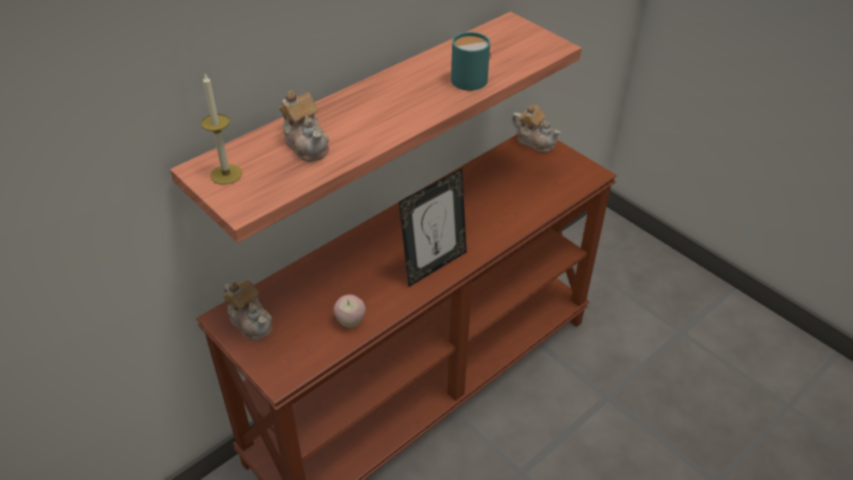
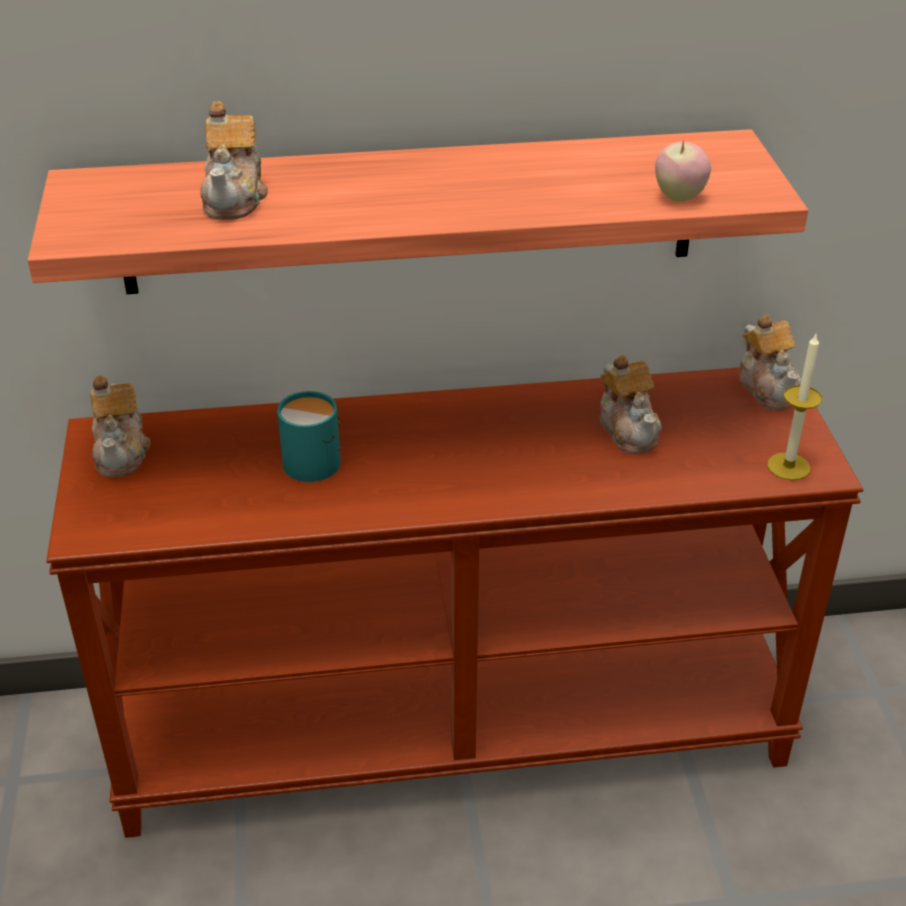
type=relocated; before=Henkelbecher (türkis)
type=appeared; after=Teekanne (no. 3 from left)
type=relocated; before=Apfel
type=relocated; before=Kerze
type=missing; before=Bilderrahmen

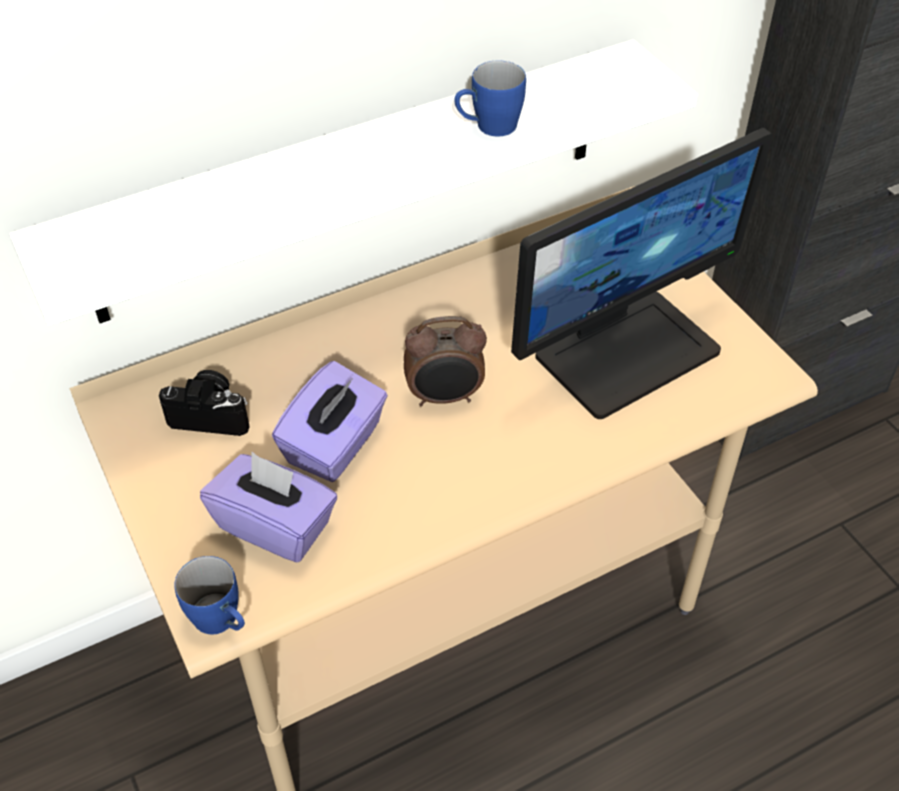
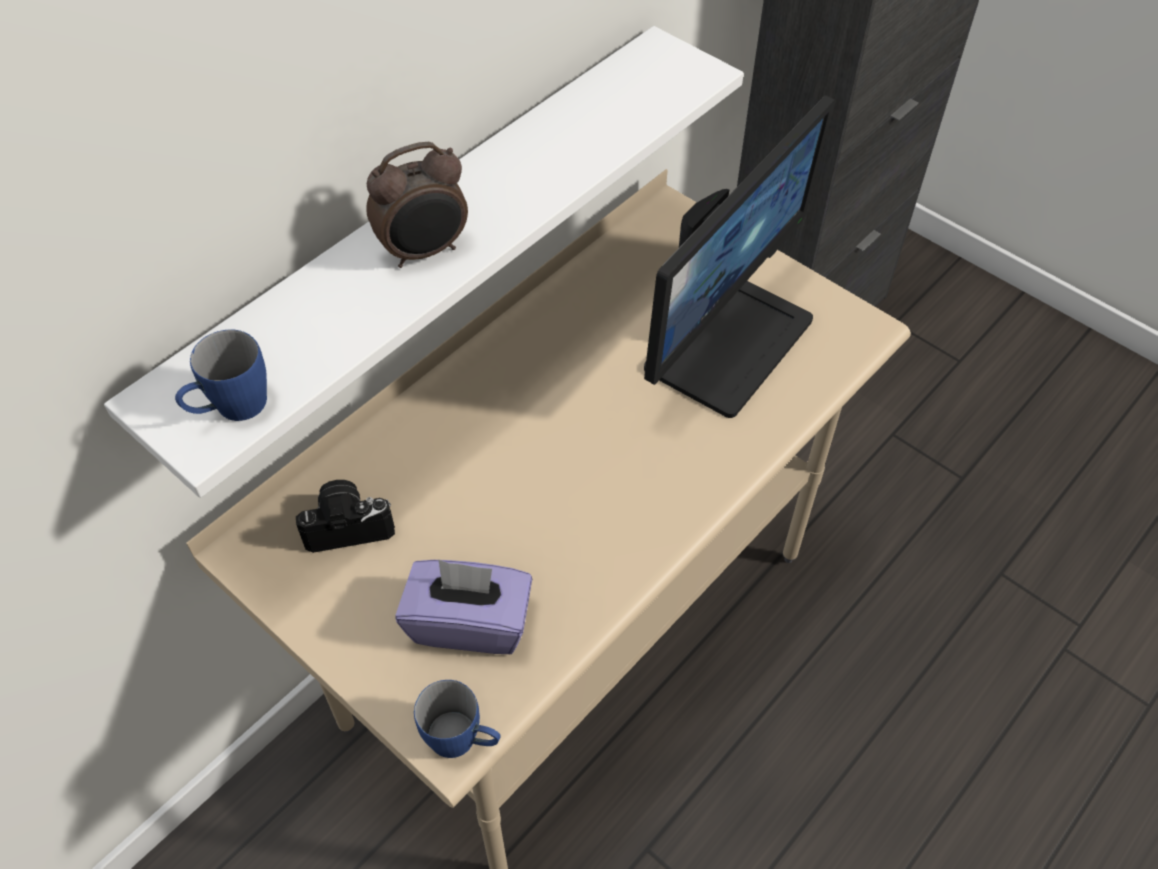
type=relocated; before=Henkelbecher (blau) (no. 2 from left in the first image); after=Henkelbecher (blau) (no. 1 from left)
type=relocated; before=Wecker
type=missing; before=Taschentuchbox (lila) (no. 2 from left)

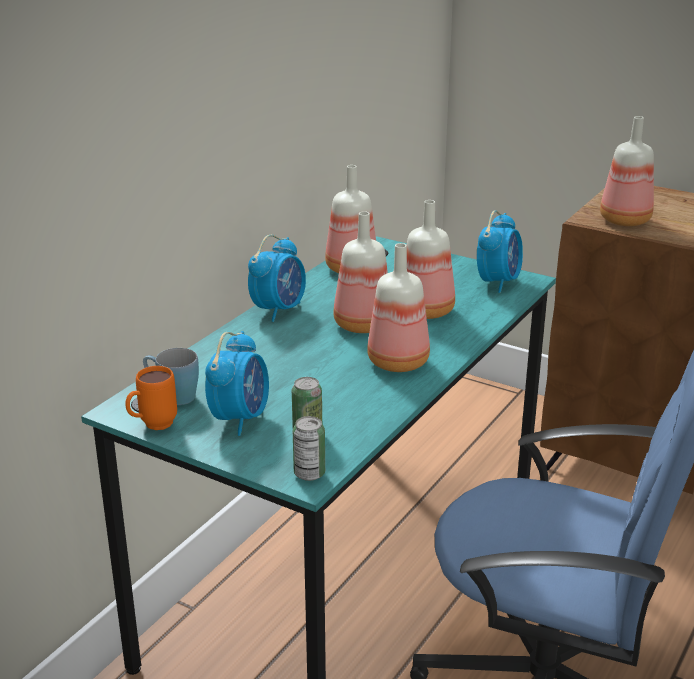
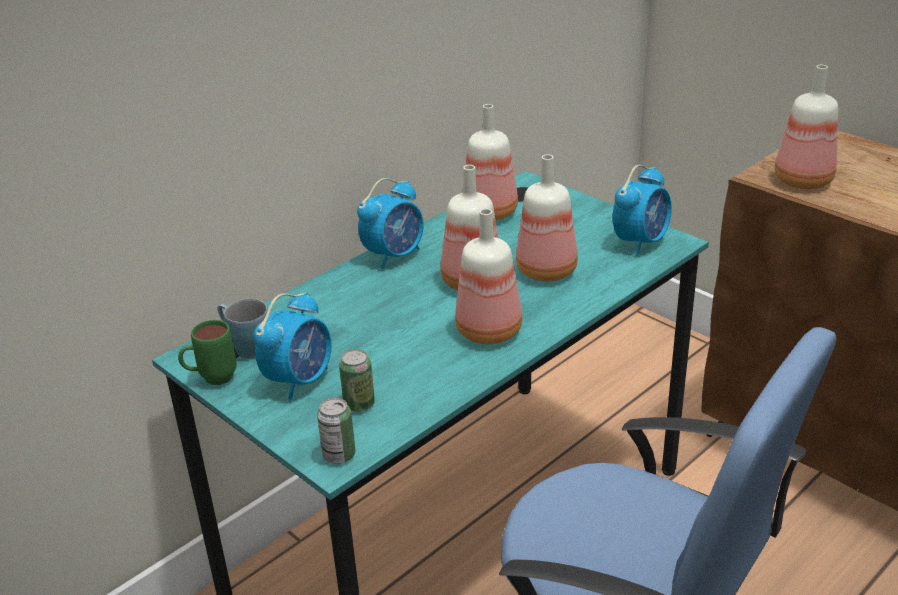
type=colour; before=Henkelbecher (orange); after=Henkelbecher (grün)

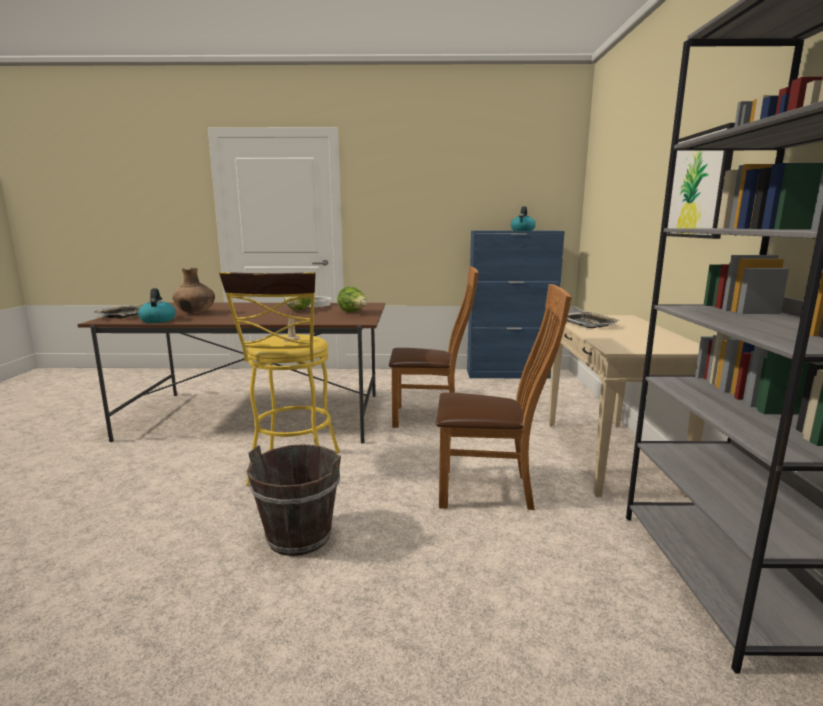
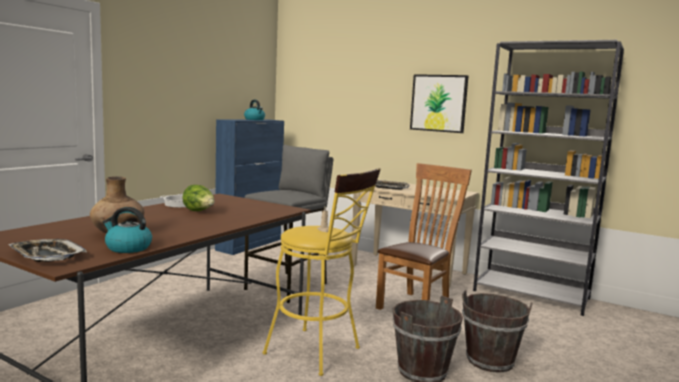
type=exchanged; before=Stuhl (braun) (no. 1 from left); after=Hocker (grau)
type=appeared; after=Eimer (braun) (no. 2 from left)
type=missing; before=Salatkopf (no. 2 from left)

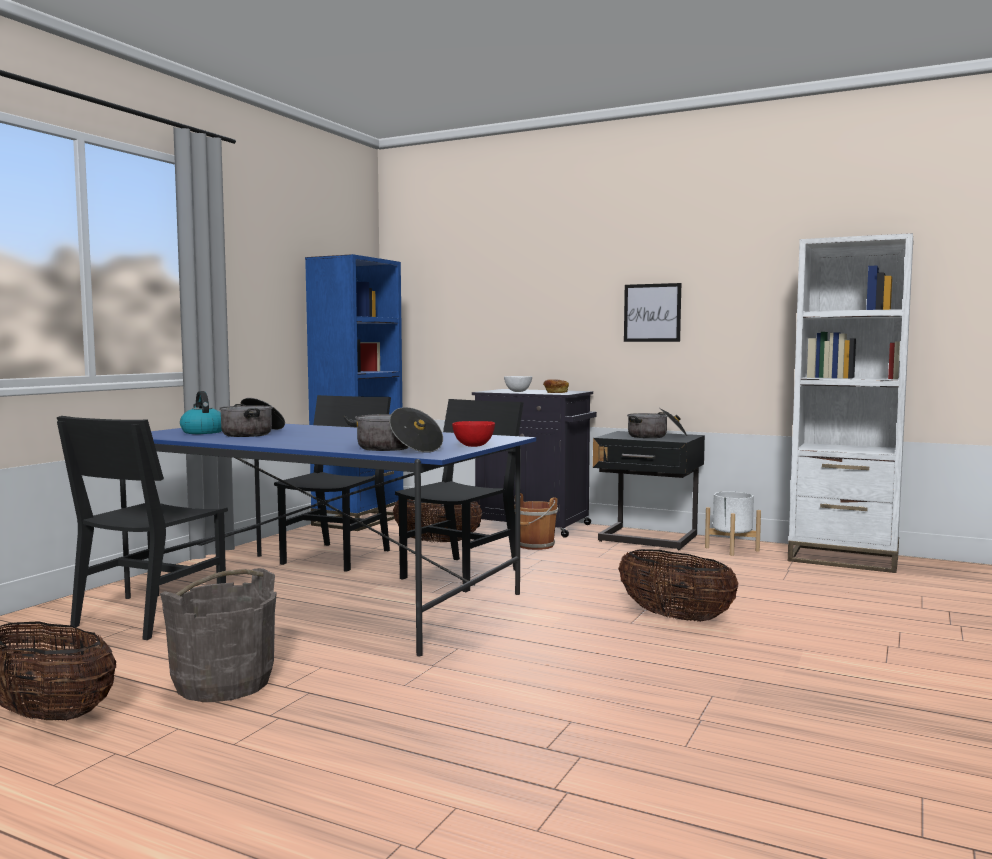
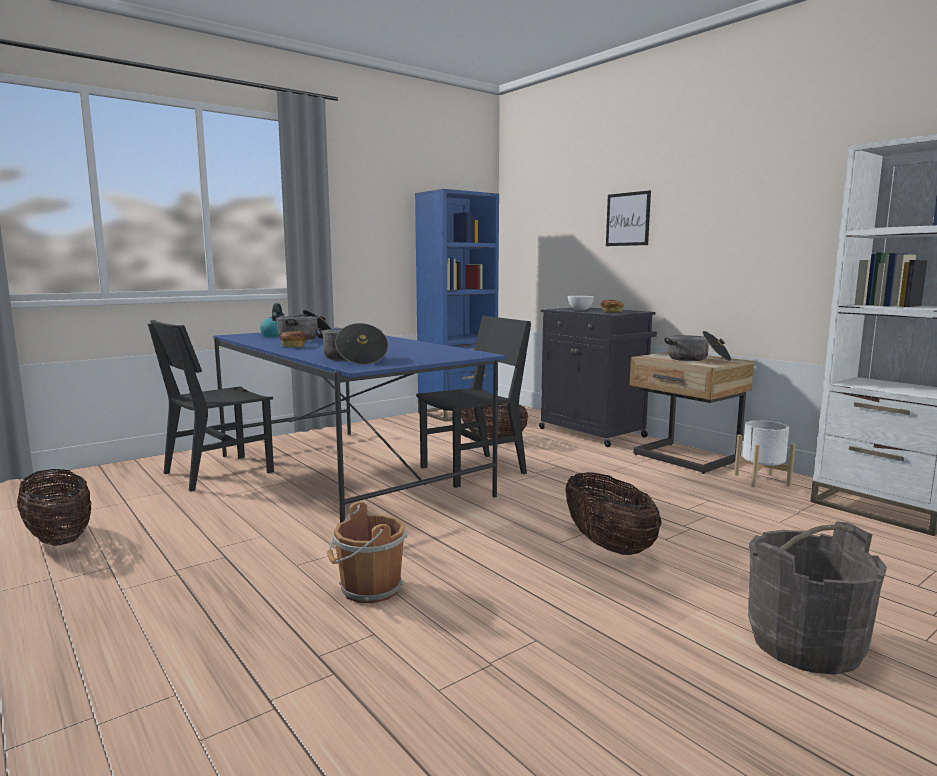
type=appeared; after=Brot (no. 1 from left)
type=relocated; before=Eimer (braun)
type=relocated; before=Bild
type=colour; before=Nachttisch (schwarz); after=Nachttisch (beige)
type=relocated; before=Eimer (grau)
type=missing; before=Stuhl (schwarz) (no. 2 from left)
type=missing; before=Schüssel (rot)

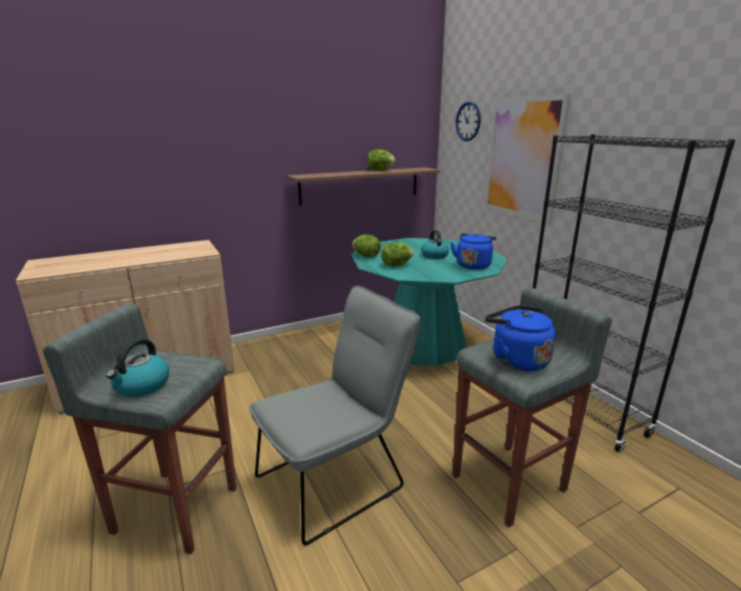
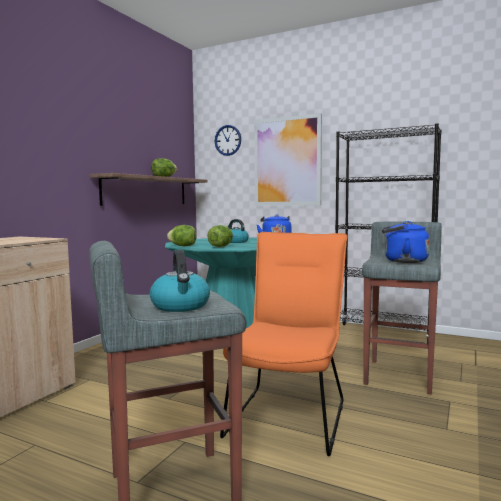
type=colour; before=Stuhl (grau); after=Stuhl (orange)

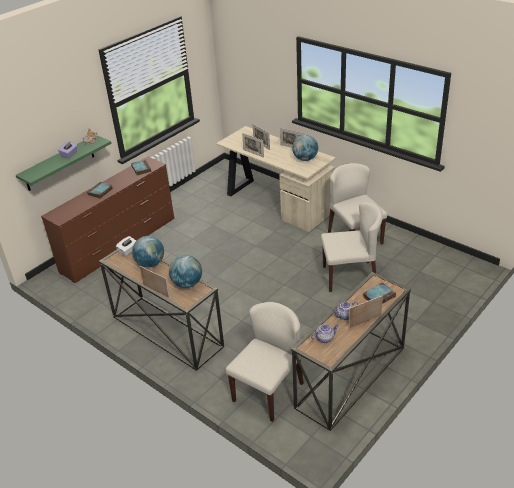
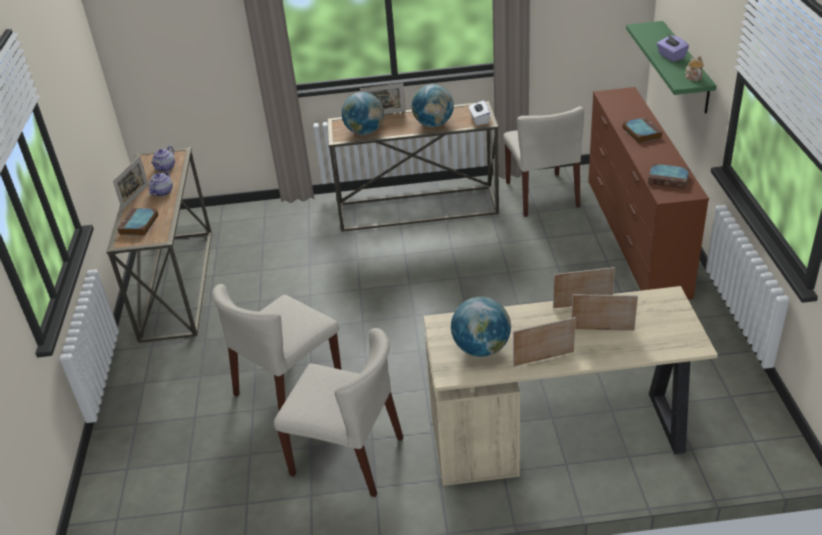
type=relocated; before=Stuhl (beige) (no. 1 from left in the first image); after=Stuhl (beige) (no. 3 from left)

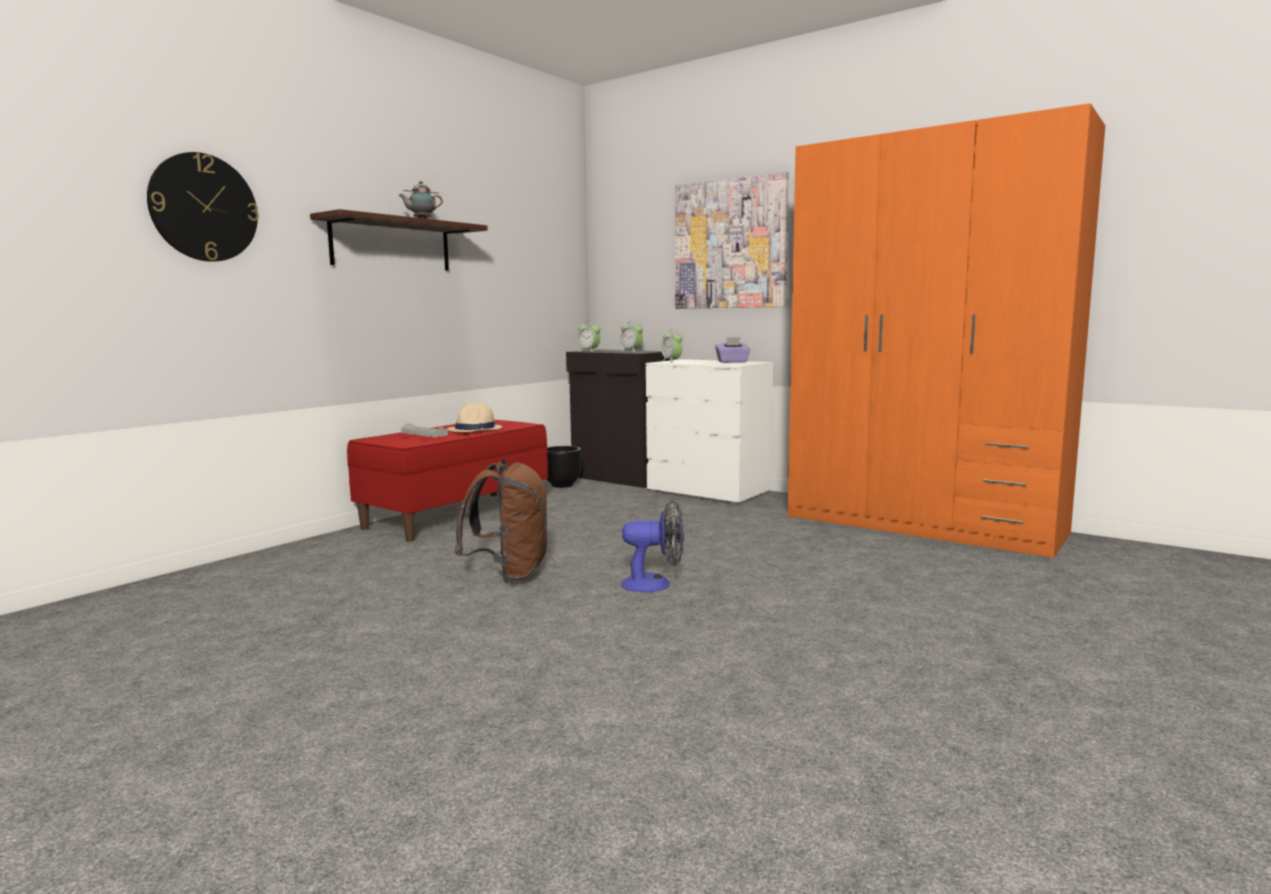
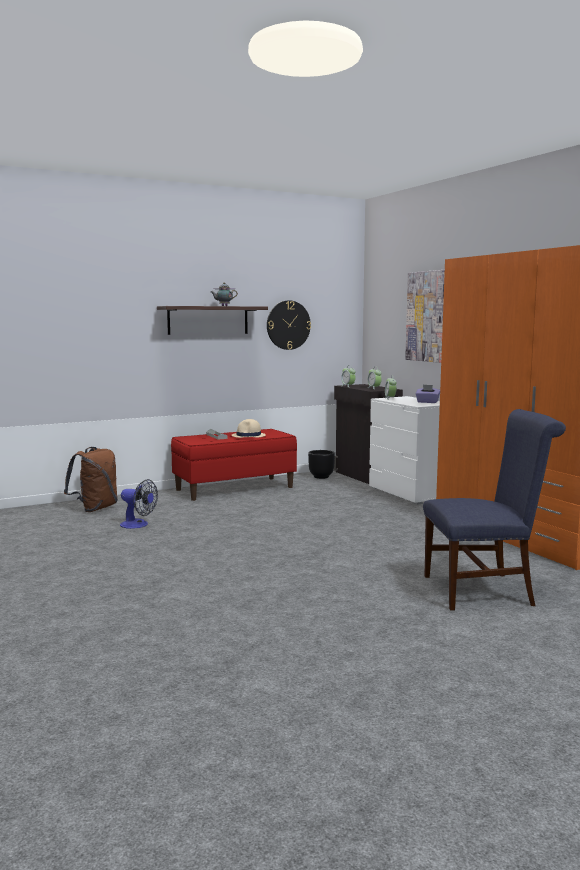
type=relocated; before=Rucksack (braun)
type=relocated; before=Ventilator
type=relocated; before=Wanduhr
type=appeared; after=Stuhl (blau)

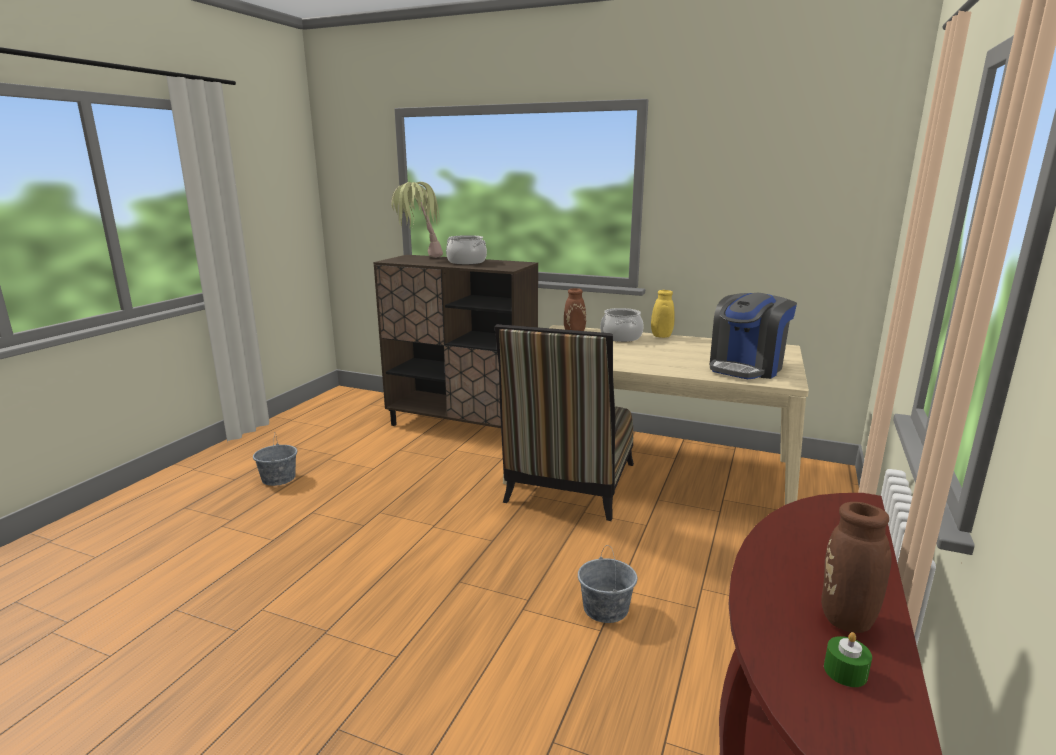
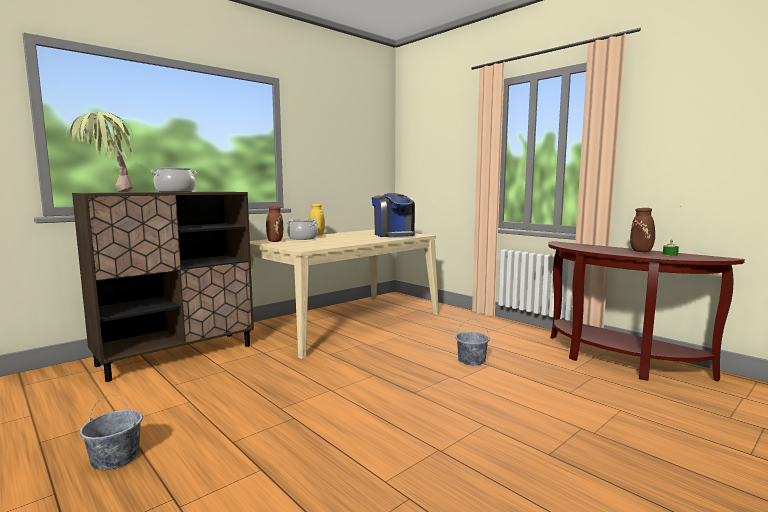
type=missing; before=Stuhl

